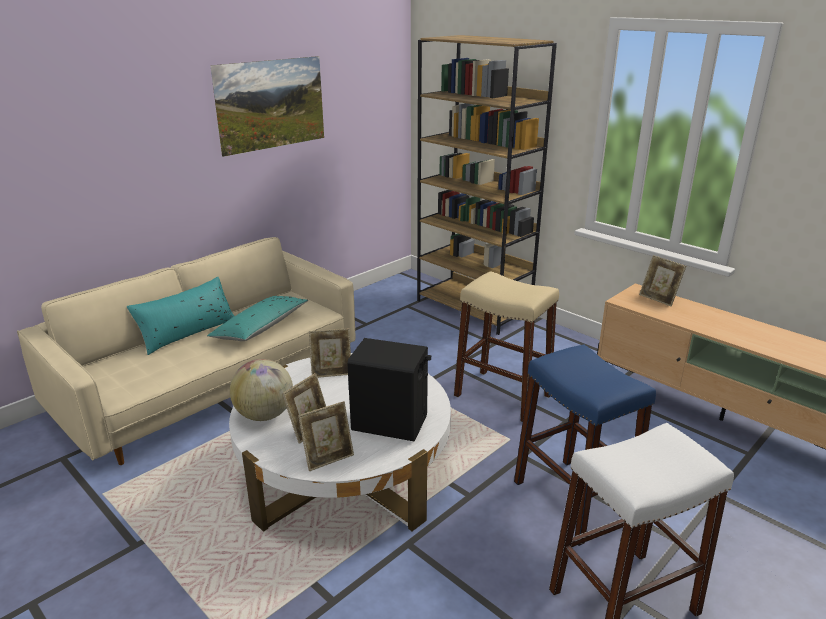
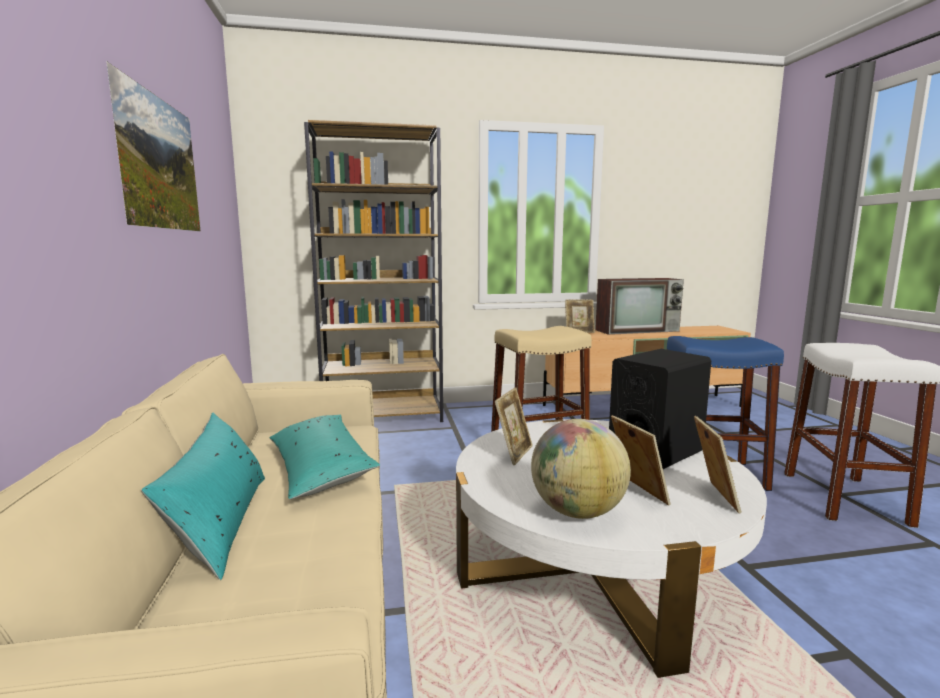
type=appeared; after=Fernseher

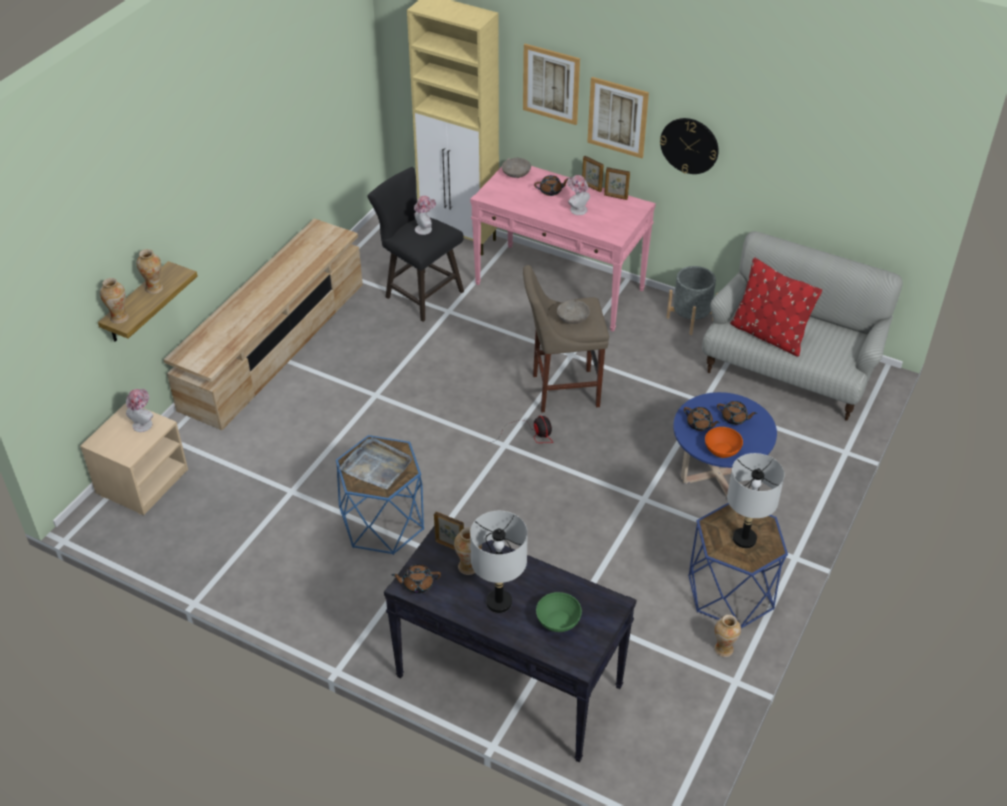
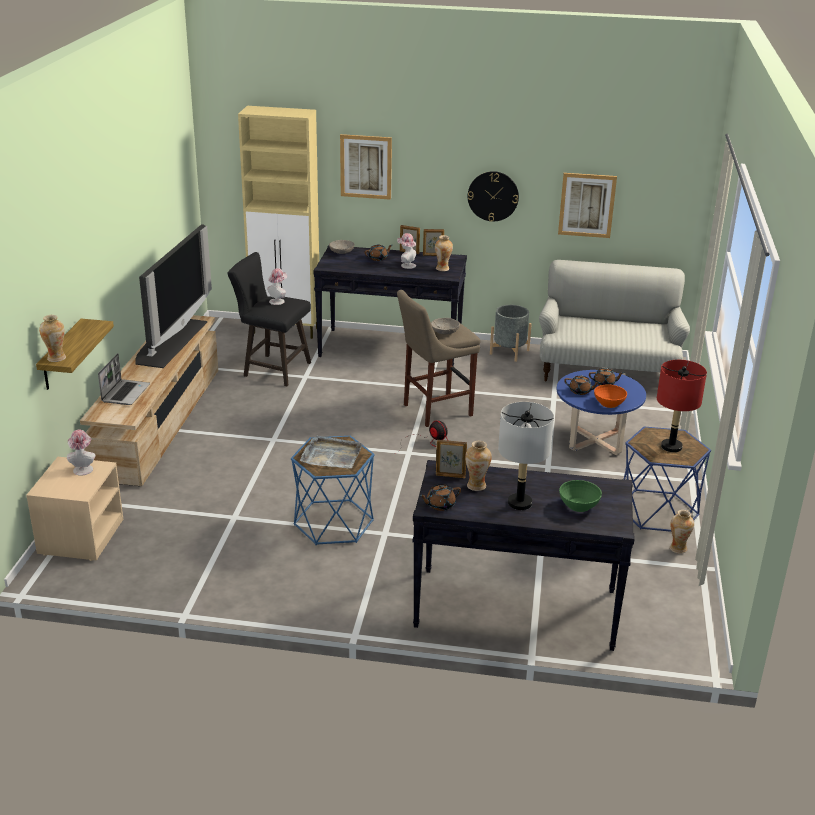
type=appeared; after=Laptop
type=appeared; after=Fernseher
type=colour; before=Konsolentisch (rosa); after=Konsolentisch (schwarz) (no. 1 from left)
type=relocated; before=Vase (no. 2 from left)
type=relocated; before=Bild (no. 2 from left)
type=colour; before=Tischlampe (grau) (no. 2 from left); after=Tischlampe (rot)
type=missing; before=Kissen (rot)

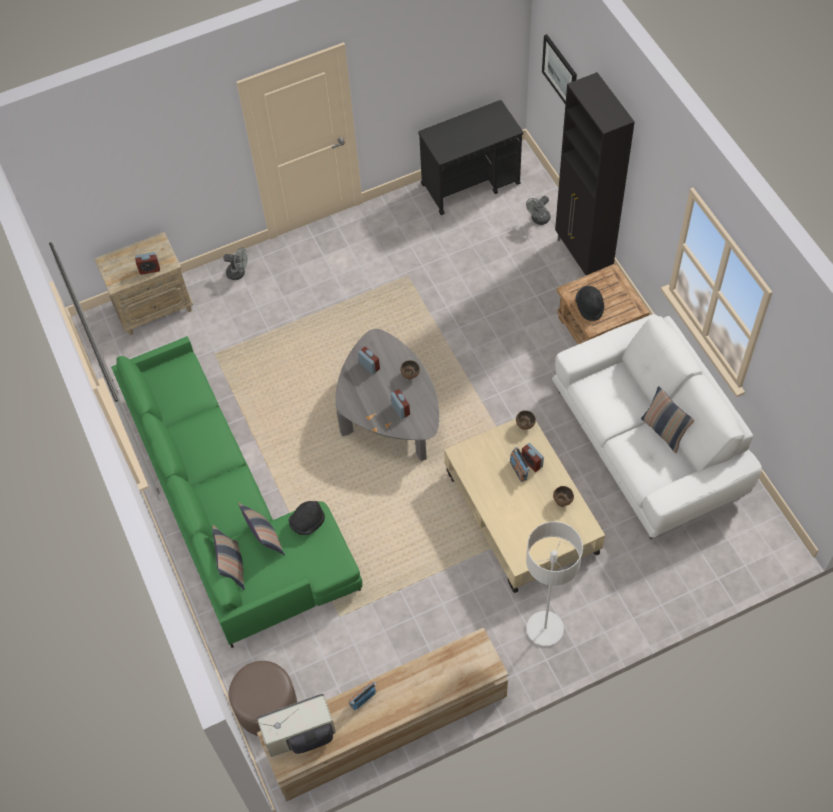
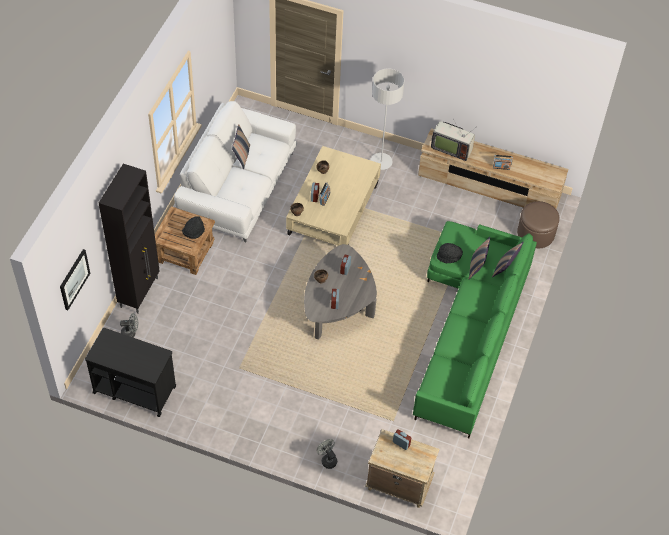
type=relocated; before=Fernseher

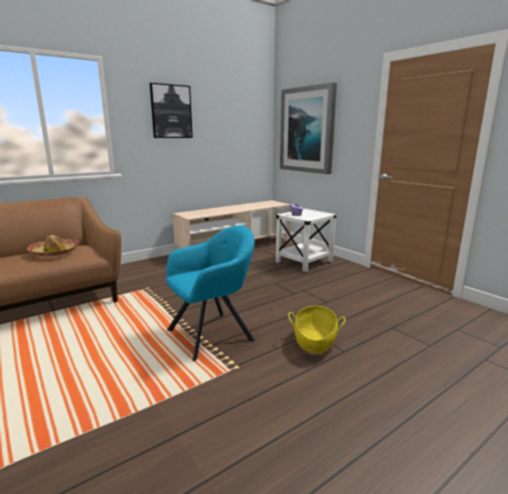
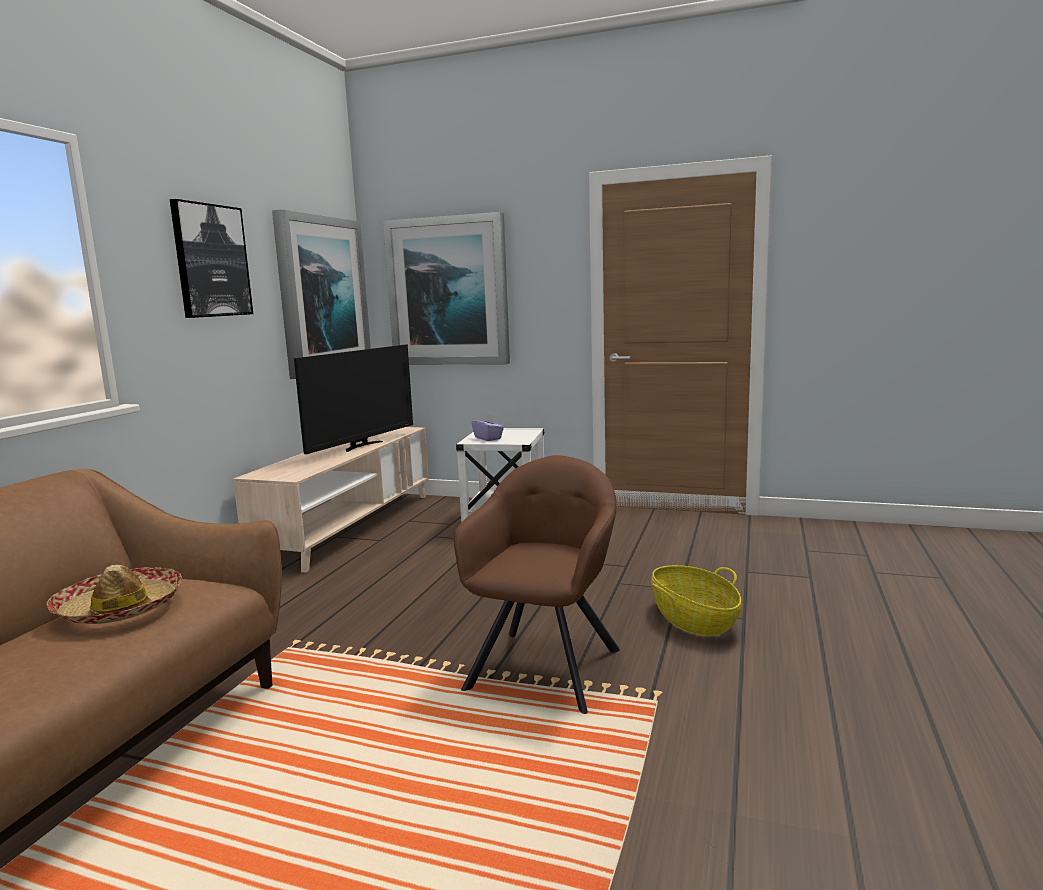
type=appeared; after=Bild (no. 2 from left)
type=appeared; after=Fernseher
type=colour; before=Sessel (türkis); after=Sessel (braun)

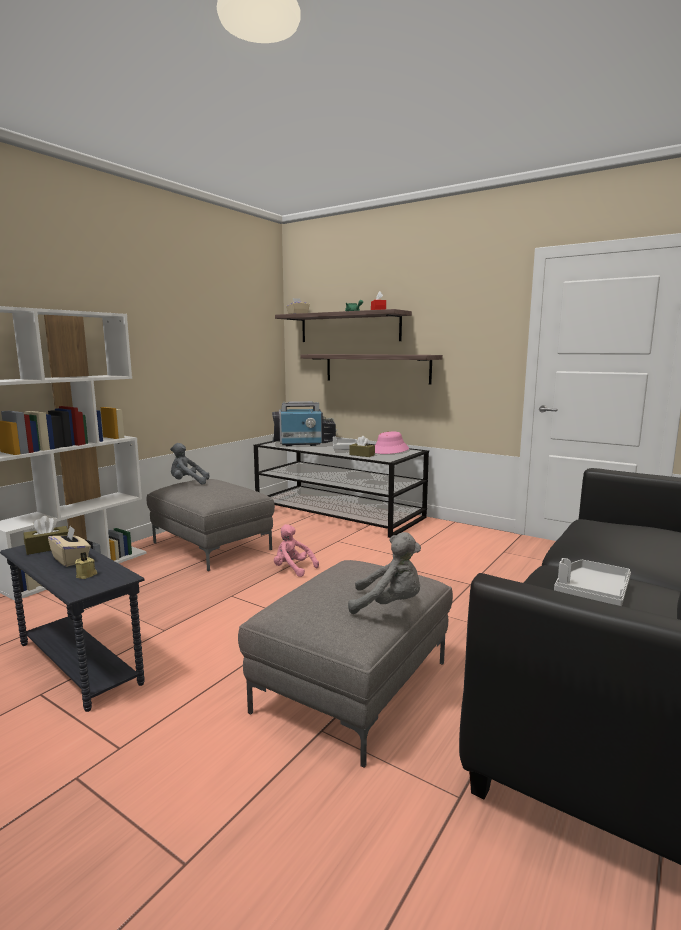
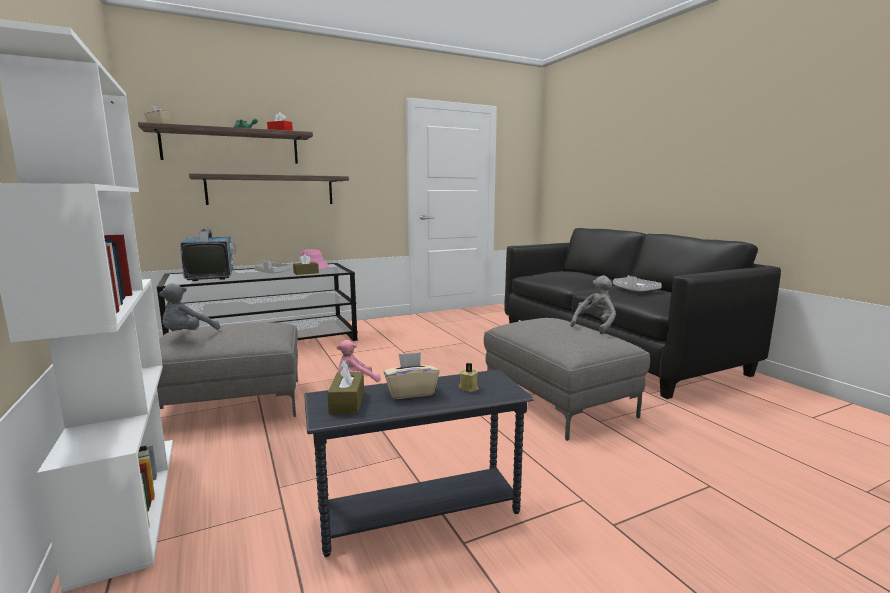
type=spun; before=Fernseher; turn=-45

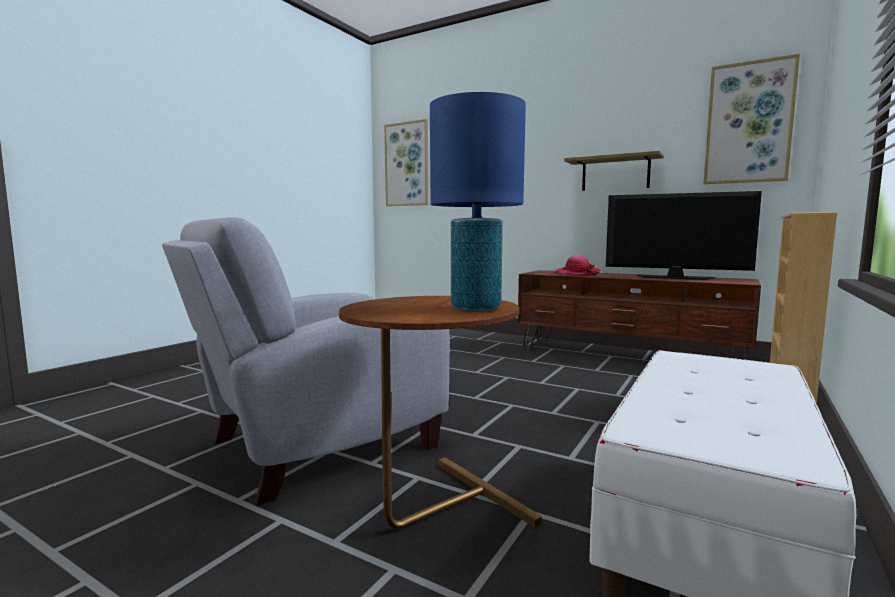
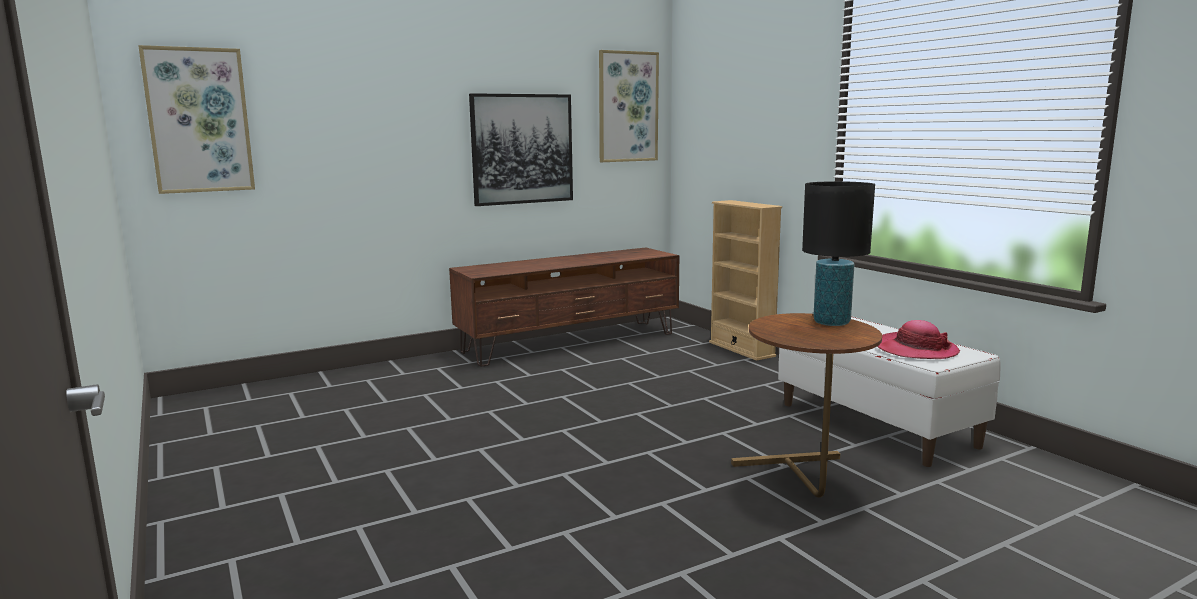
type=exchanged; before=Wandregal; after=Bild (no. 2 from left)
type=colour; before=Tischlampe (blau); after=Tischlampe (schwarz)
type=relocated; before=Hut
type=missing; before=Sessel (grau)
type=missing; before=Fernseher

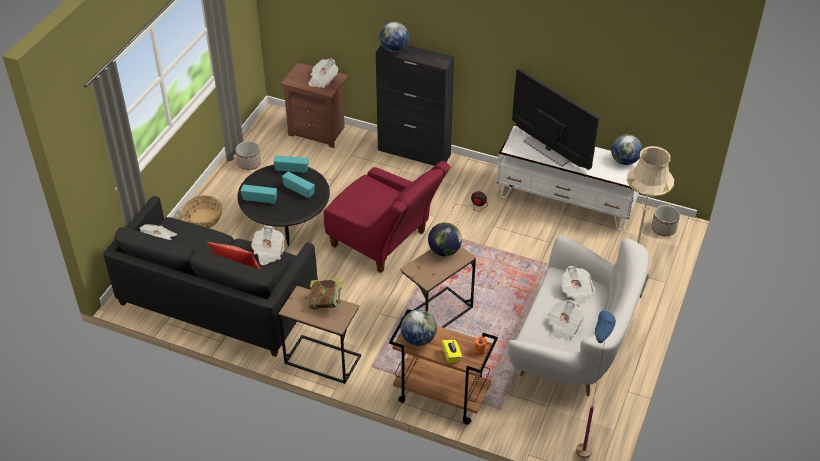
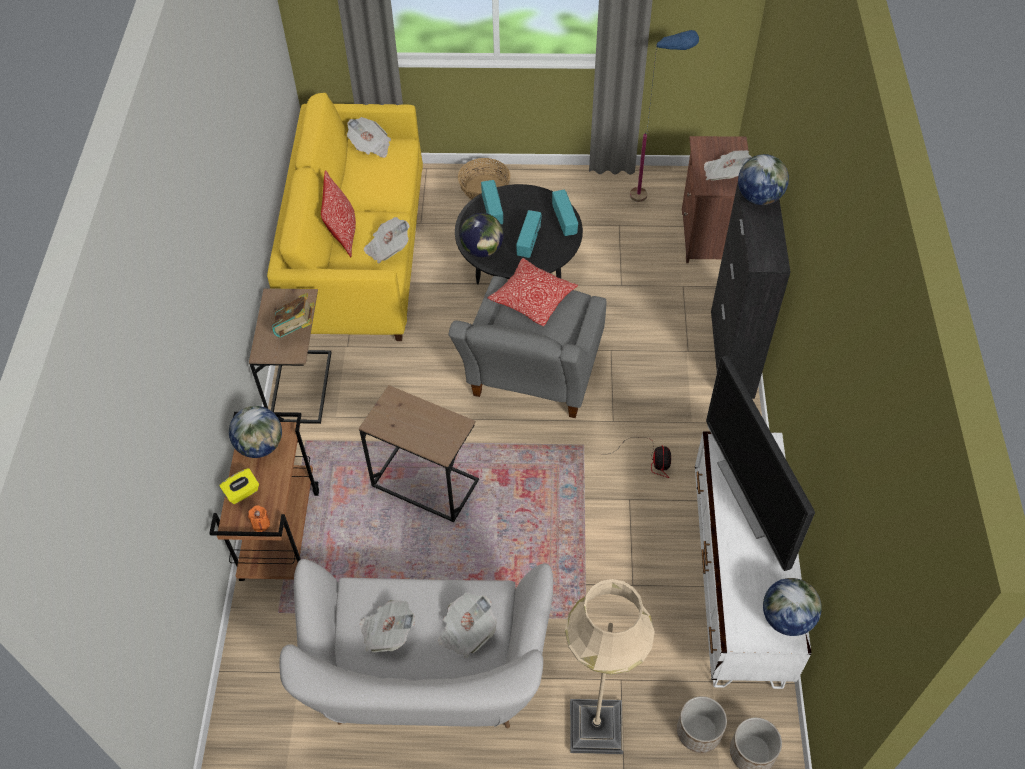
type=colour; before=Sofa (schwarz); after=Sofa (gelb)
type=colour; before=Sessel (rot); after=Sessel (grau)
type=relocated; before=Globus (no. 3 from left in the first image); after=Globus (no. 2 from left)
type=appeared; after=Kissen (no. 2 from left)
type=relocated; before=Stehlampe (blau)
type=relocated; before=Pflanzkübel (no. 1 from left)
type=spun; before=Fernseher; turn=135

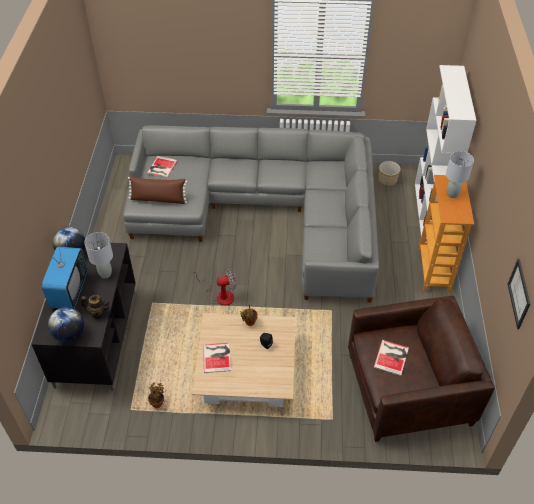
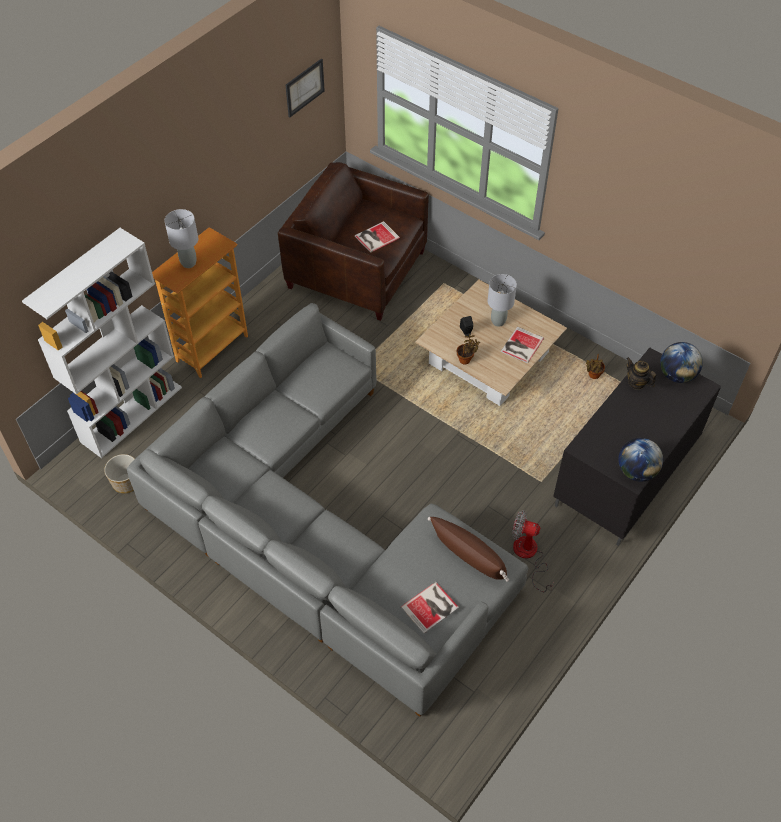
type=relocated; before=Tischlampe (grau) (no. 1 from left in the first image); after=Tischlampe (grau) (no. 2 from left)
type=relocated; before=Ventilator
type=missing; before=Fernseher

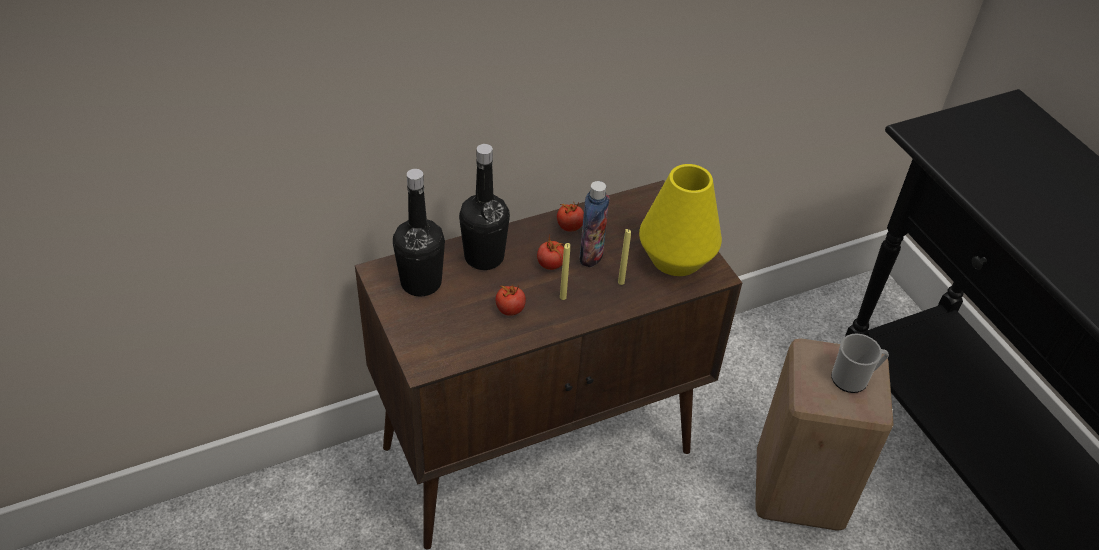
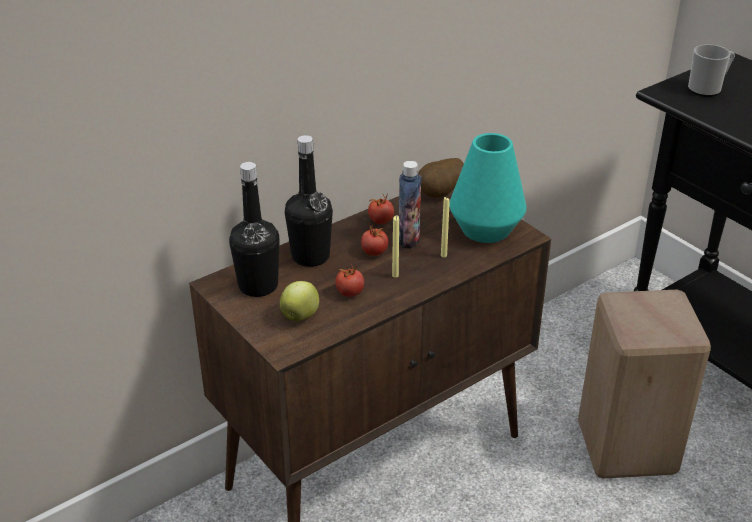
type=appeared; after=Apfel
type=appeared; after=Kartoffel
type=colour; before=Vase (gelb); after=Vase (türkis)
type=relocated; before=Henkelbecher

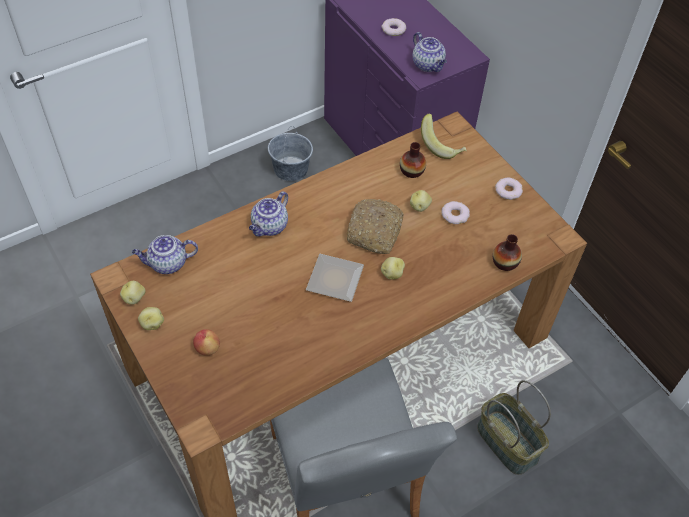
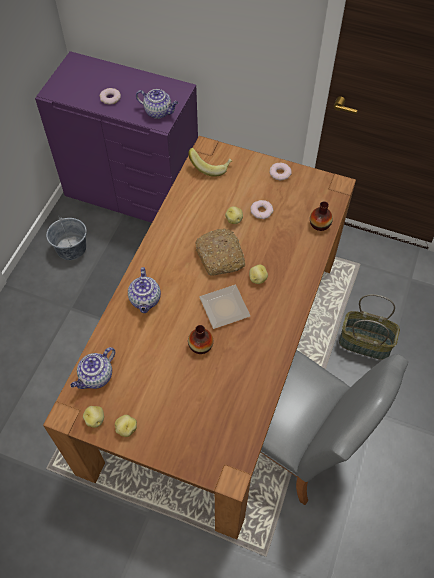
type=relocated; before=Vase (no. 1 from left)
type=missing; before=Apfel

